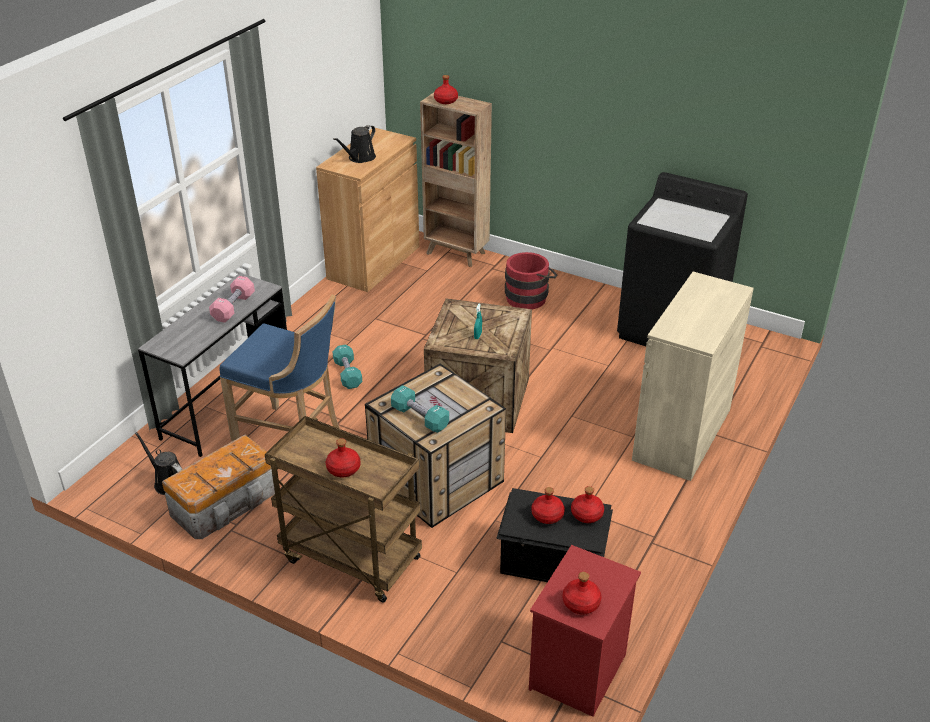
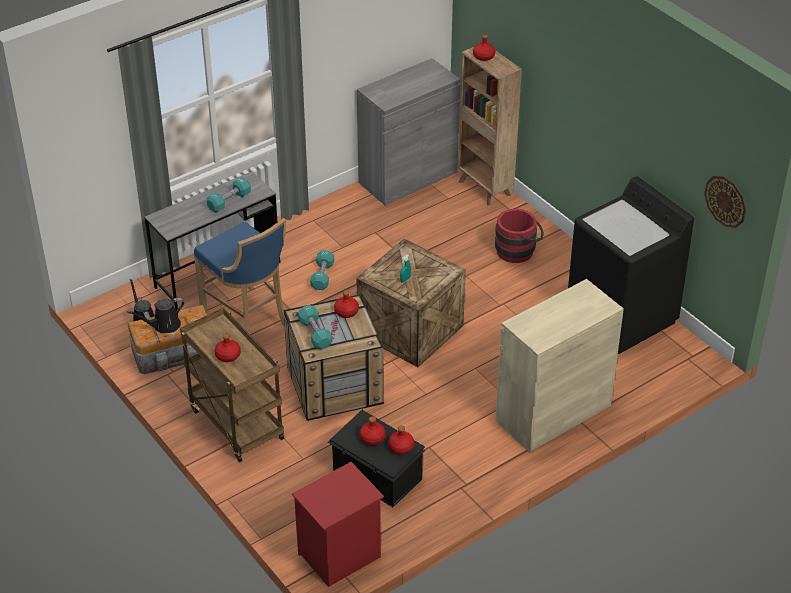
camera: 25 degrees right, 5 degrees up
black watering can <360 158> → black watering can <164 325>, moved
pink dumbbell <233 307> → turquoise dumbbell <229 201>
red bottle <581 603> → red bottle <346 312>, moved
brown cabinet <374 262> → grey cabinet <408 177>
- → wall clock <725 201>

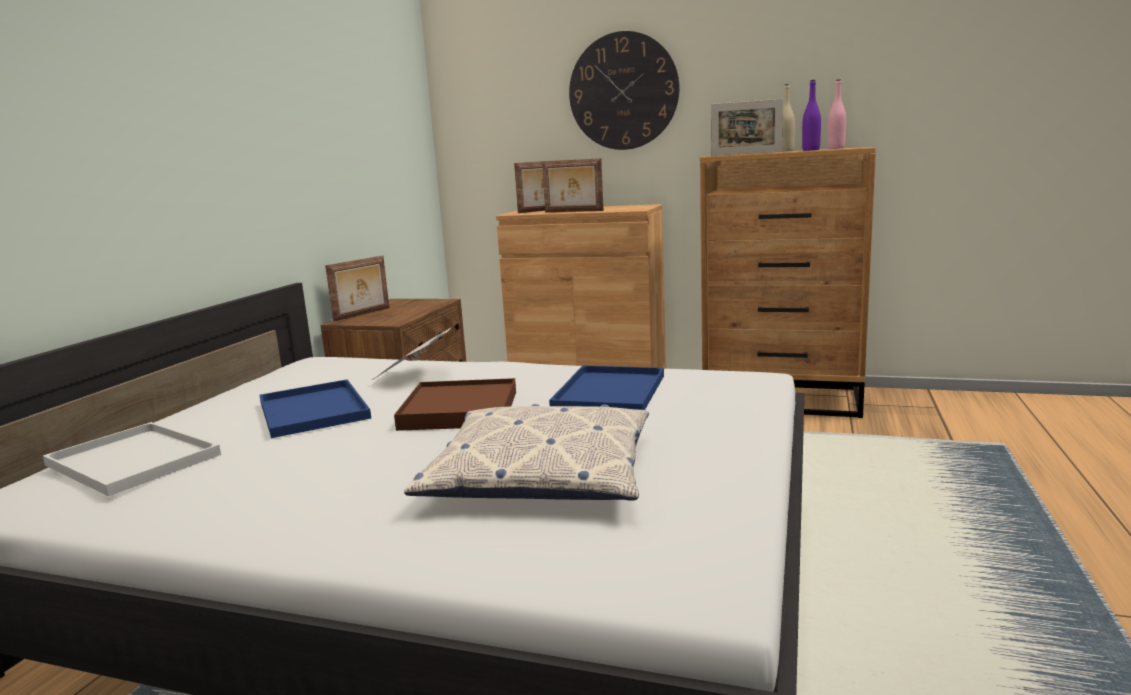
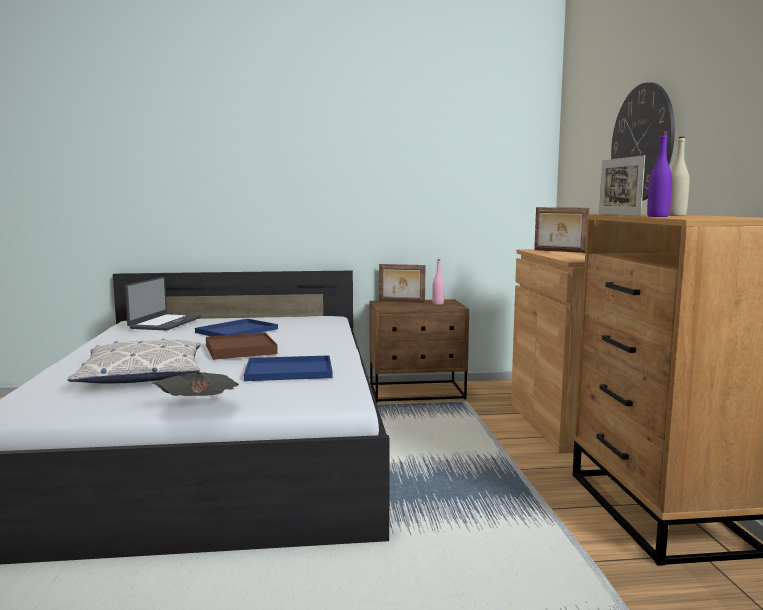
camera: 65 degrees right, 5 degrees down
white tray <130 460> → laptop <164 323>
newspaper <413 376> → newspaper <199 407>, moved
pink bottle <836 148> → pink bottle <438 303>, moved
picture frame <573 211> → -

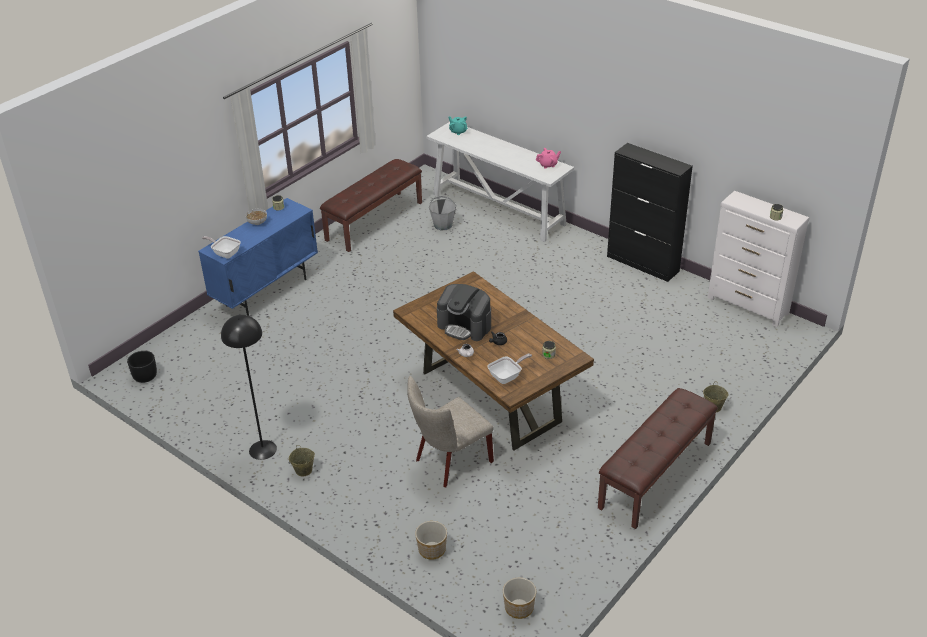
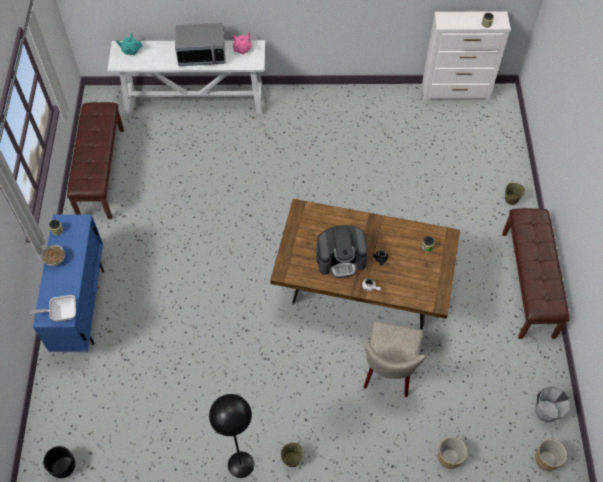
camera: 40 degrees left, 20 degrees up
- → microwave <202 54>
grey bucket <443 225> → grey bucket <546 411>, moved
frying pan <507 376> → -
black cabinet <643 264> → -

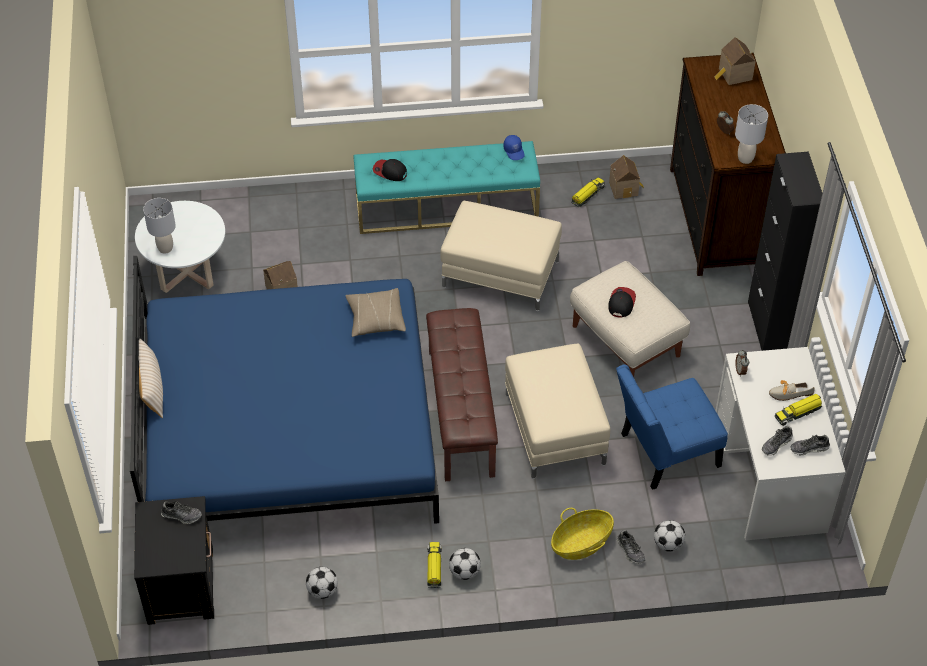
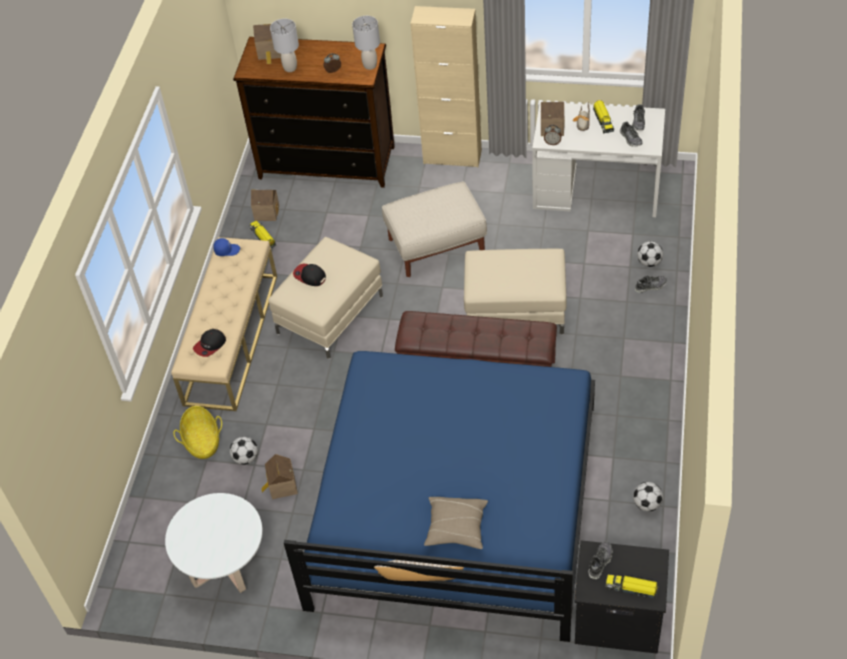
camera: 70 degrees left, 0 degrees up
turquoise bench <447 206> → beige bench <231 338>
basket <581 543> → basket <202 441>, moved
football <464 572> → football <246 458>, moved
grey table lamp <165 248> → grey table lamp <290 68>, moved
cap <621 303> → cap <309 276>, moved
black cabinet <769 326> → beige cabinet <452 157>
beige pillow <375 319> → beige pillow <456 528>, moved
- → toy house <552 127>
toy truck <434 567> → toy truck <632 588>, moved
blue chair <664 452> → -

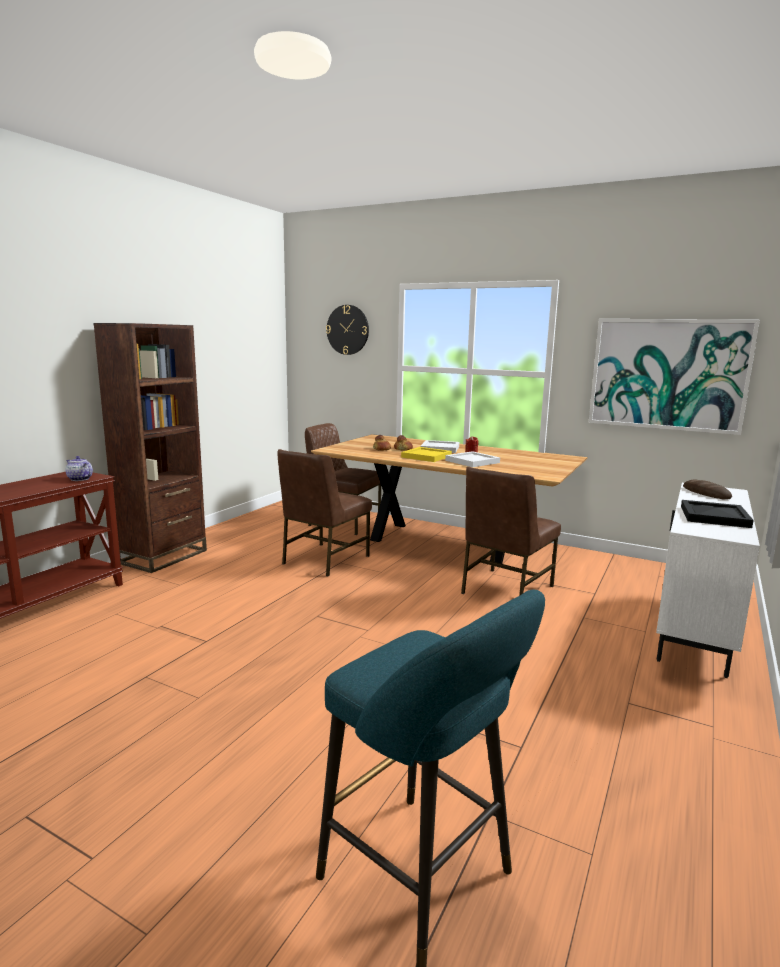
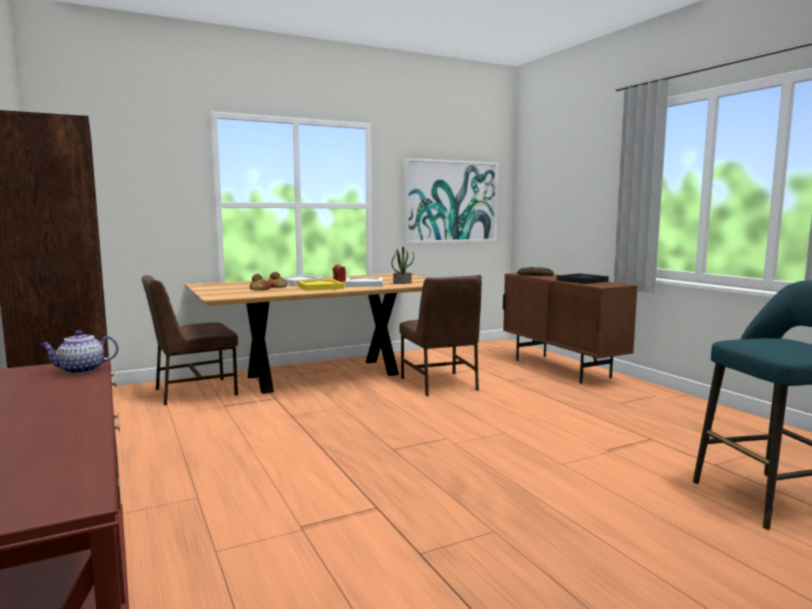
camera: 55 degrees left, 5 degrees down
- → potted plant <402 283>
white cabinet <693 637> → brown cabinet <561 369>
brown chair <324 560> → -
wall clock <347 330> → -

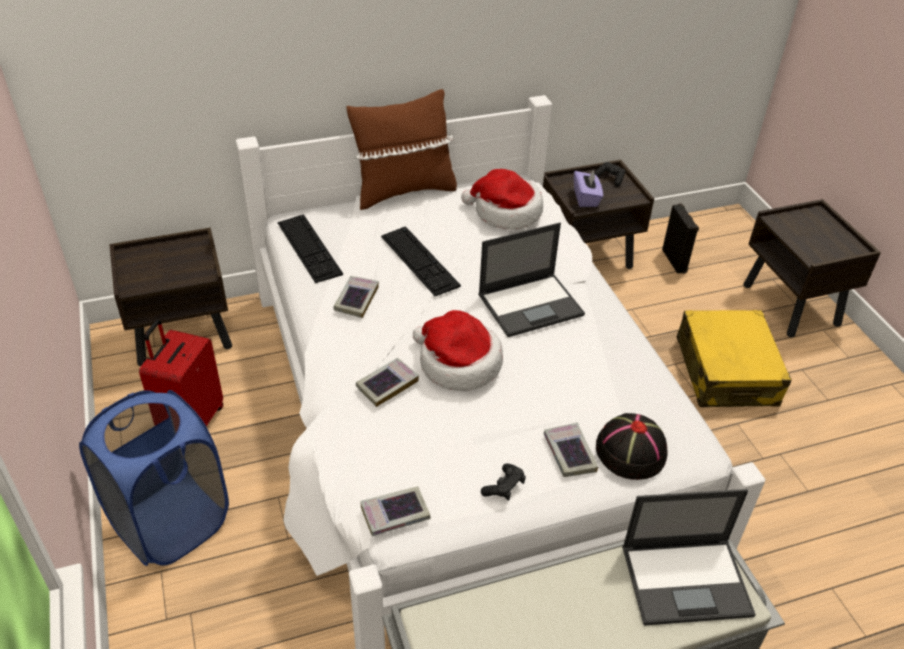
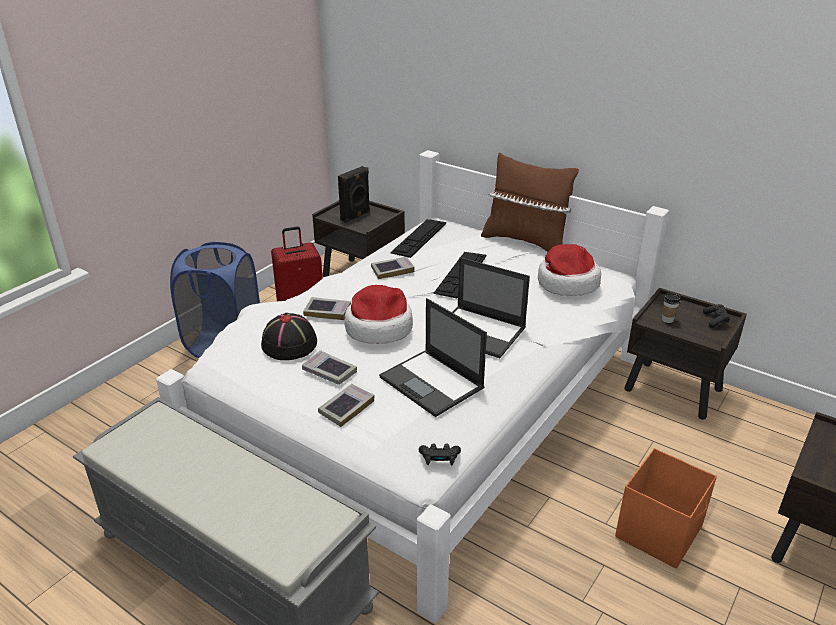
camera: 55 degrees right, 10 degrees down
black hat <630 451> → black hat <290 343>, moved
book <395 514> → book <329 371>, moved
black speaker <675 261> → black speaker <356 216>, moved
laptop <687 580> → laptop <432 383>, moved
black game controller <504 487> → black game controller <439 459>, moved
yellow suitcase <726 371> → orange storage box <659 531>
purple tissue box <586 198> → cup <667 320>

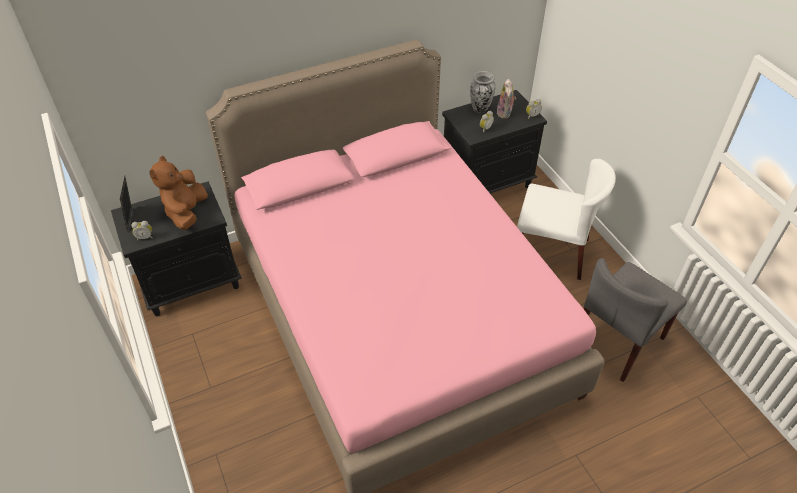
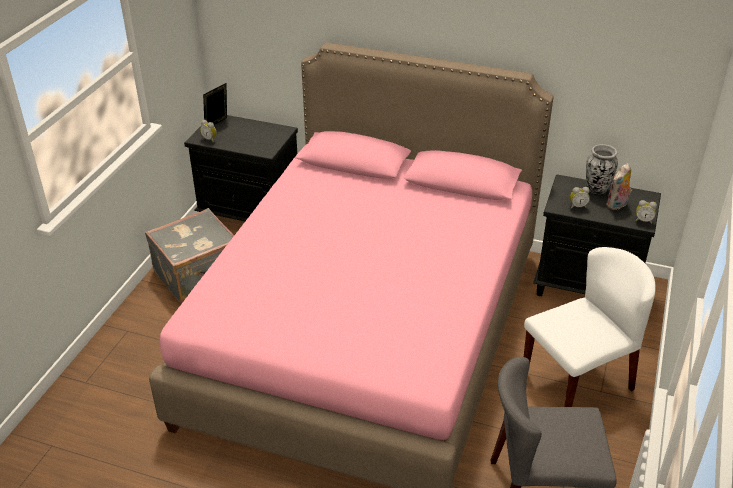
camera: 45 degrees right, 10 degrees down
- → grey suitcase <199 275>
white chair <552 251> → white chair <577 380>, 90 degrees counterclockwise
brown plush toy <186 212> → -

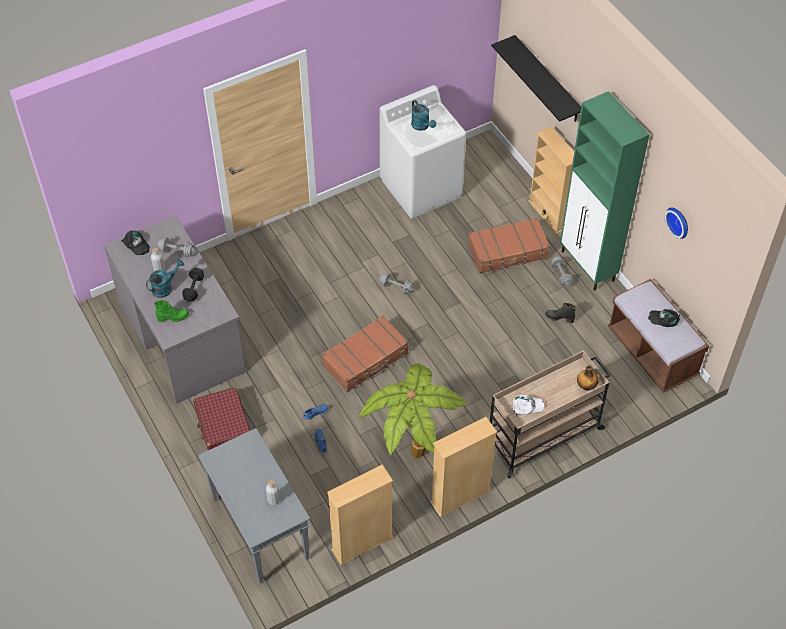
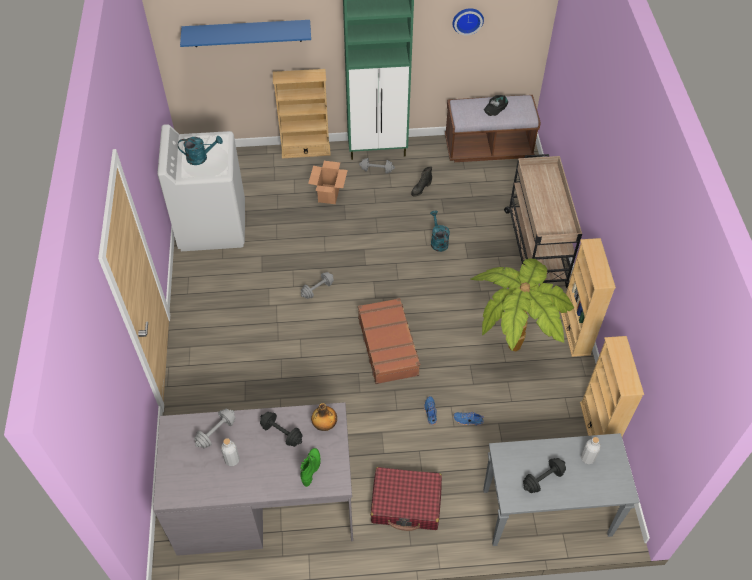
camera: 65 degrees left, 0 degrees up
black shelf <547 80> → blue shelf <247 33>
brown suitcase <508 252> → cardboard box <329 194>
bottle <586 386> → bottle <324 425>, moved
turquoise watering can <165 287> → turquoise watering can <438 241>, moved
- → black dumbbell <543 479>
black cap <136 244> → -
white cap <527 406> → -

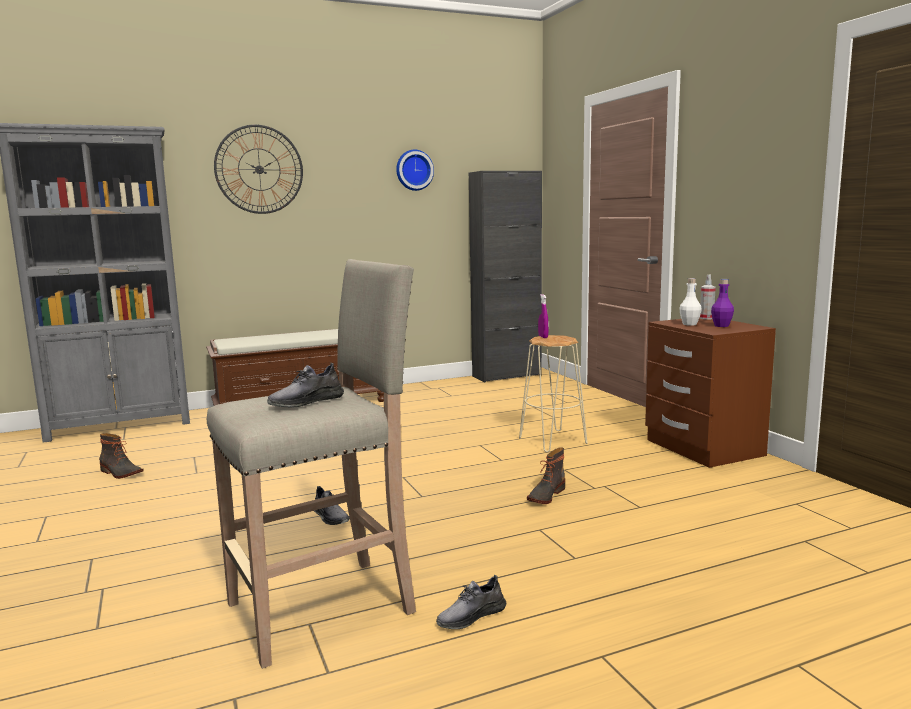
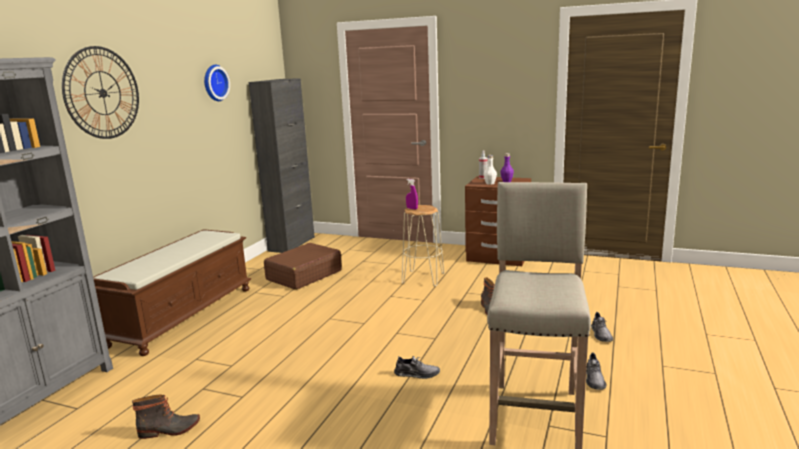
camera: 45 degrees left, 5 degrees up
- → brown suitcase <304 275>
grey shoe <306 402> → grey shoe <601 334>, moved

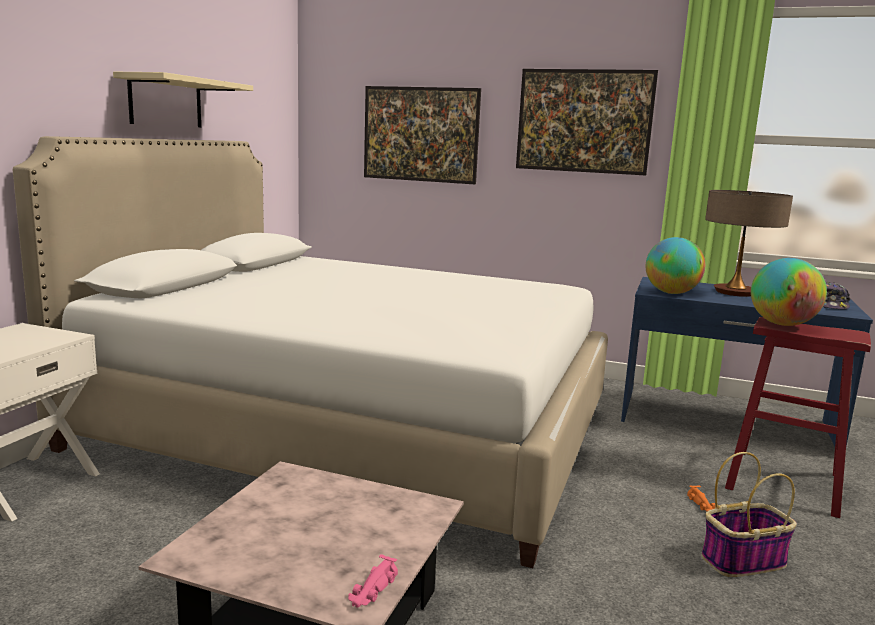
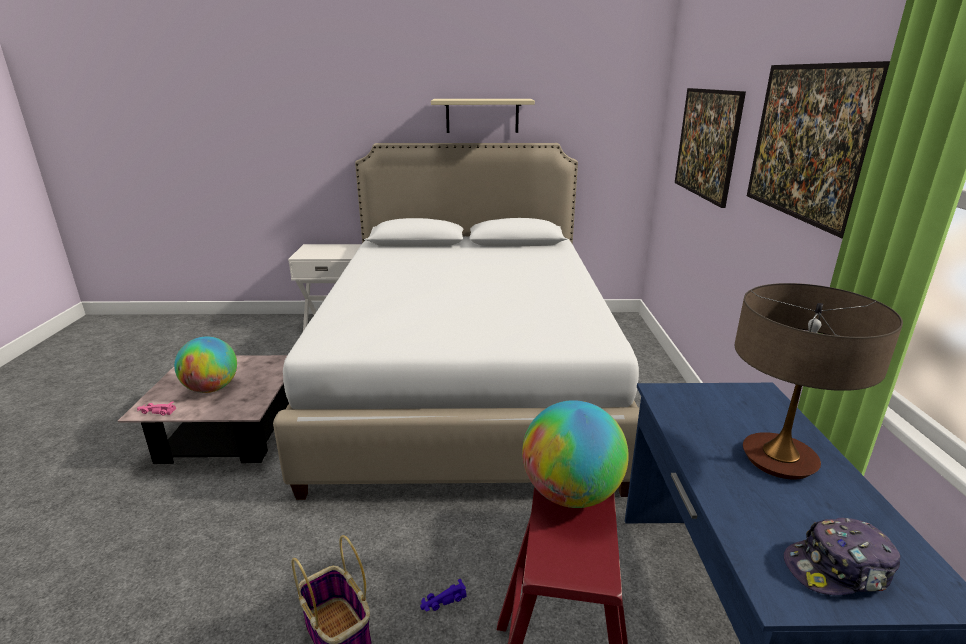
camera: 70 degrees right, 10 degrees up
globe <671 293> → globe <211 389>, moved
orange toy car <702 506> → purple toy car <442 601>

